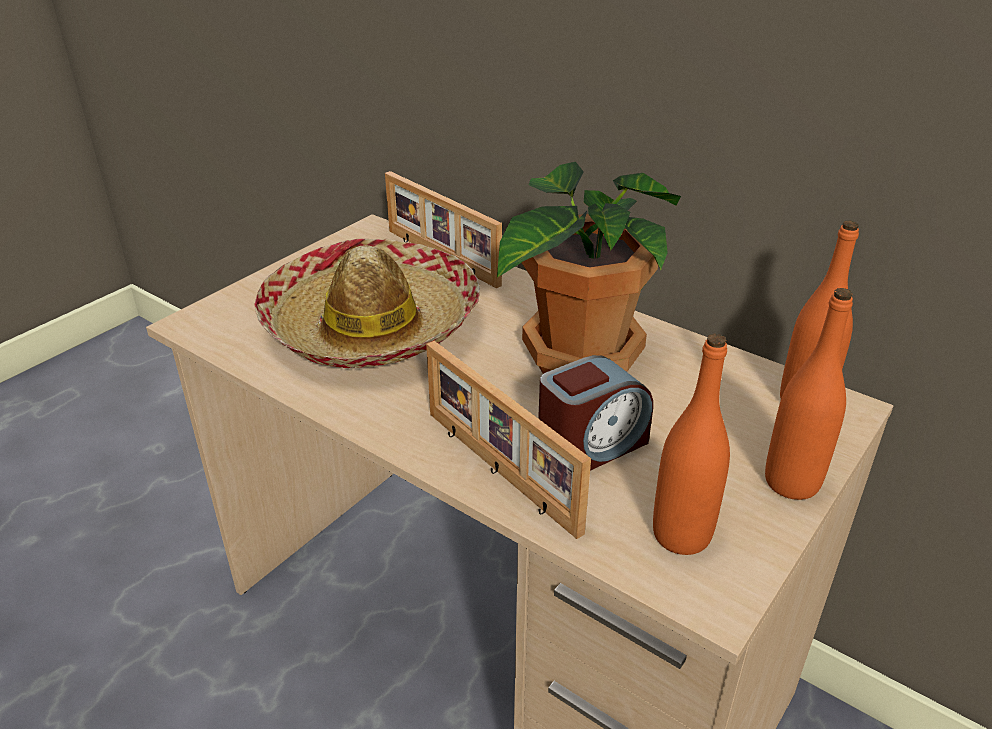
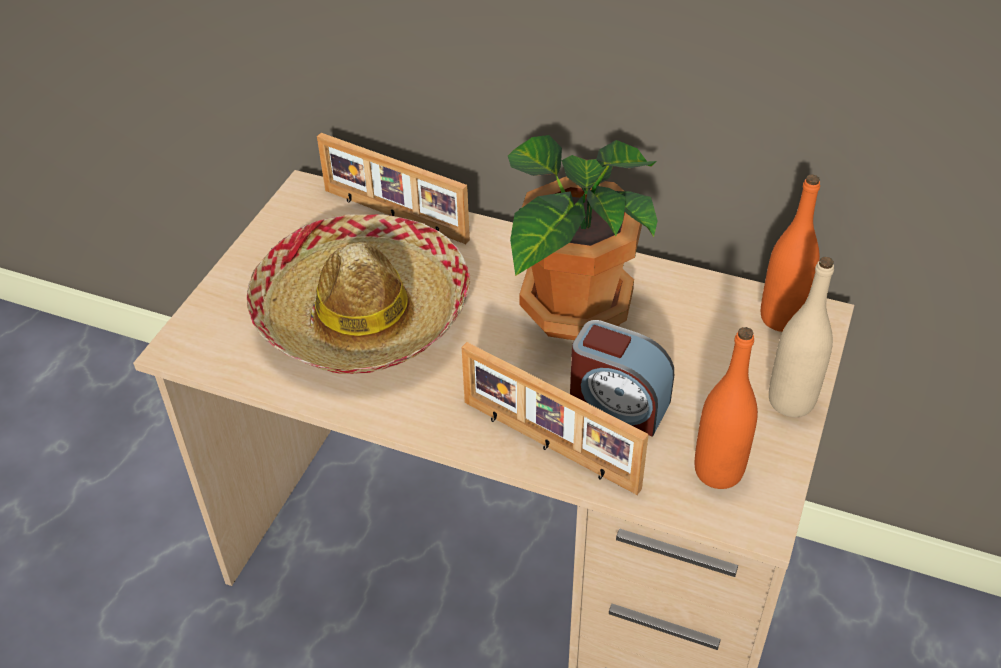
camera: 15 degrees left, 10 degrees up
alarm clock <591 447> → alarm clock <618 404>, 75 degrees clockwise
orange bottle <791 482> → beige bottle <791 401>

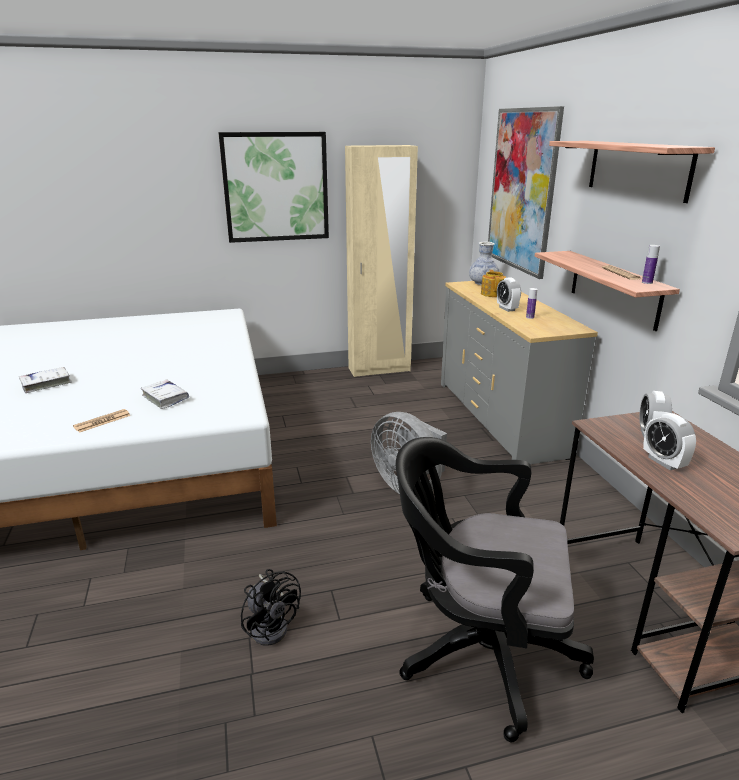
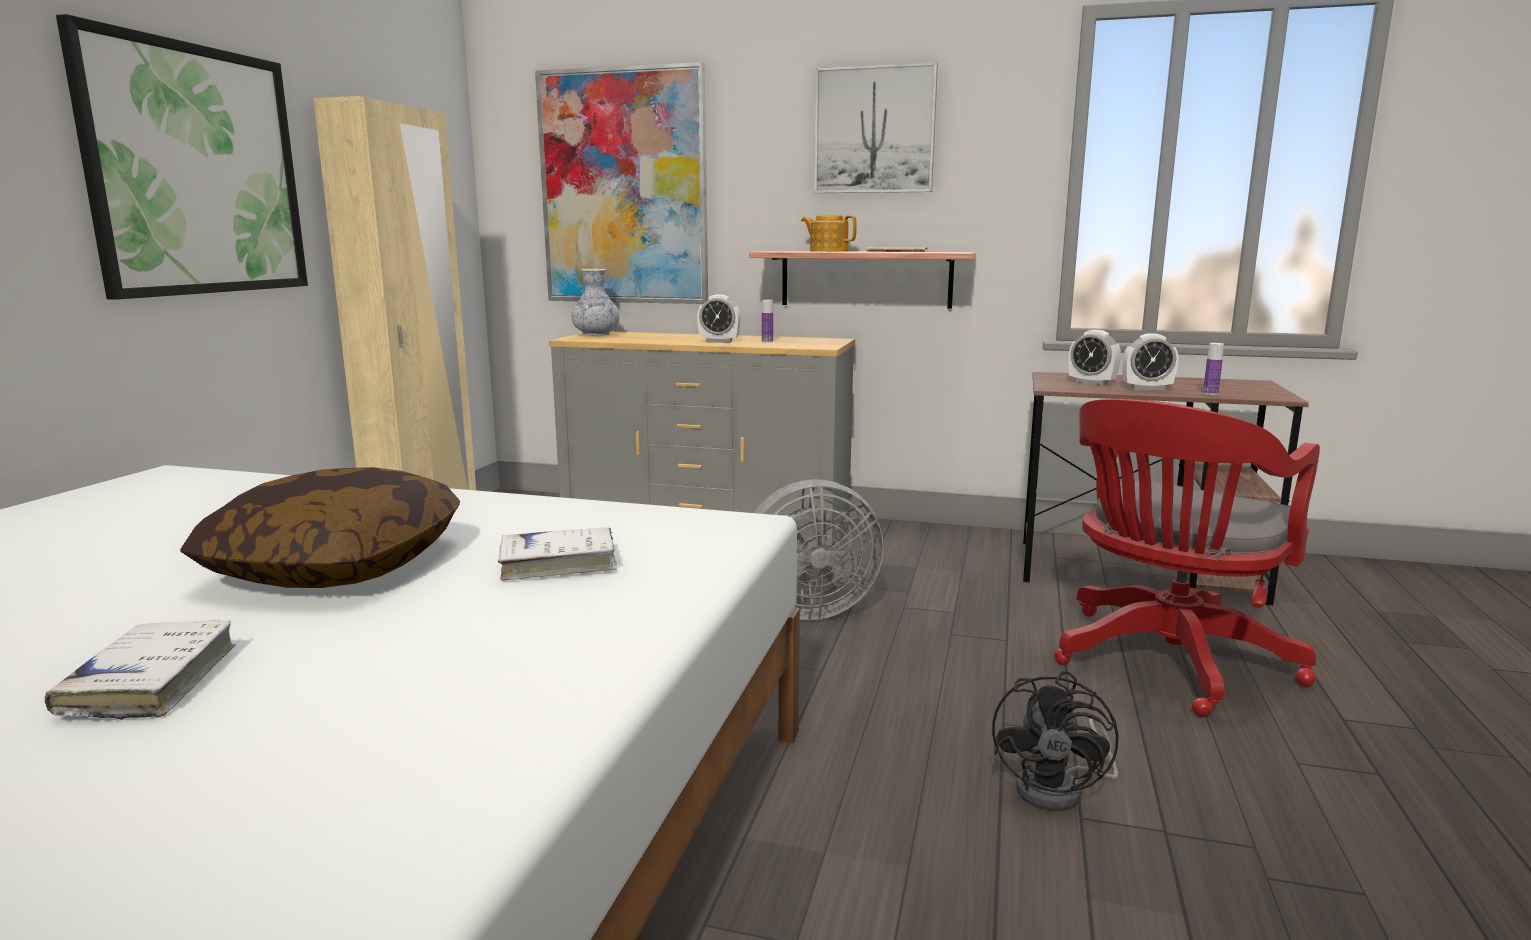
camera: 60 degrees left, 10 degrees down
- → pillow <338 565>
teapot <492 294> → teapot <828 251>, moved
shelf <638 169> → picture <874 130>
black fan <272 625> → black fan <1060 790>, 120 degrees clockwise
black office chair <478 651> → red office chair <1166 663>
bottle <647 282> → bottle <1210 393>, moved
newspaper <102 421> → -

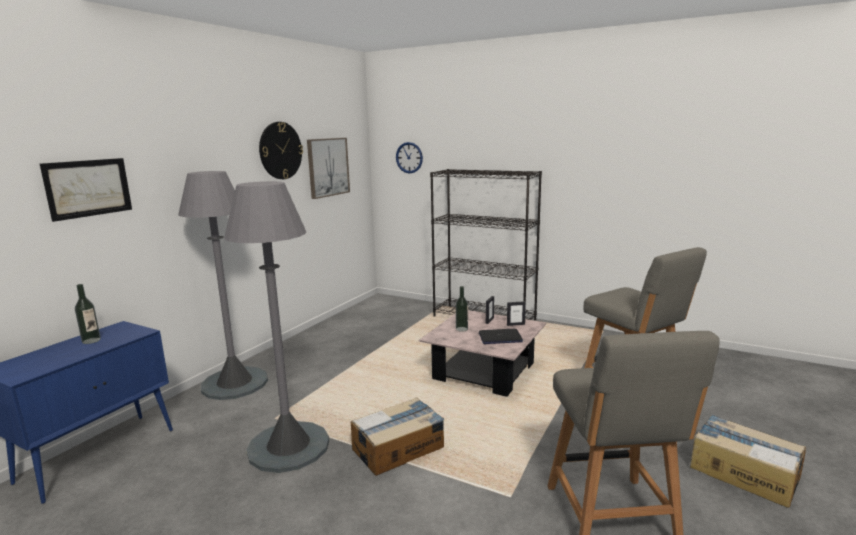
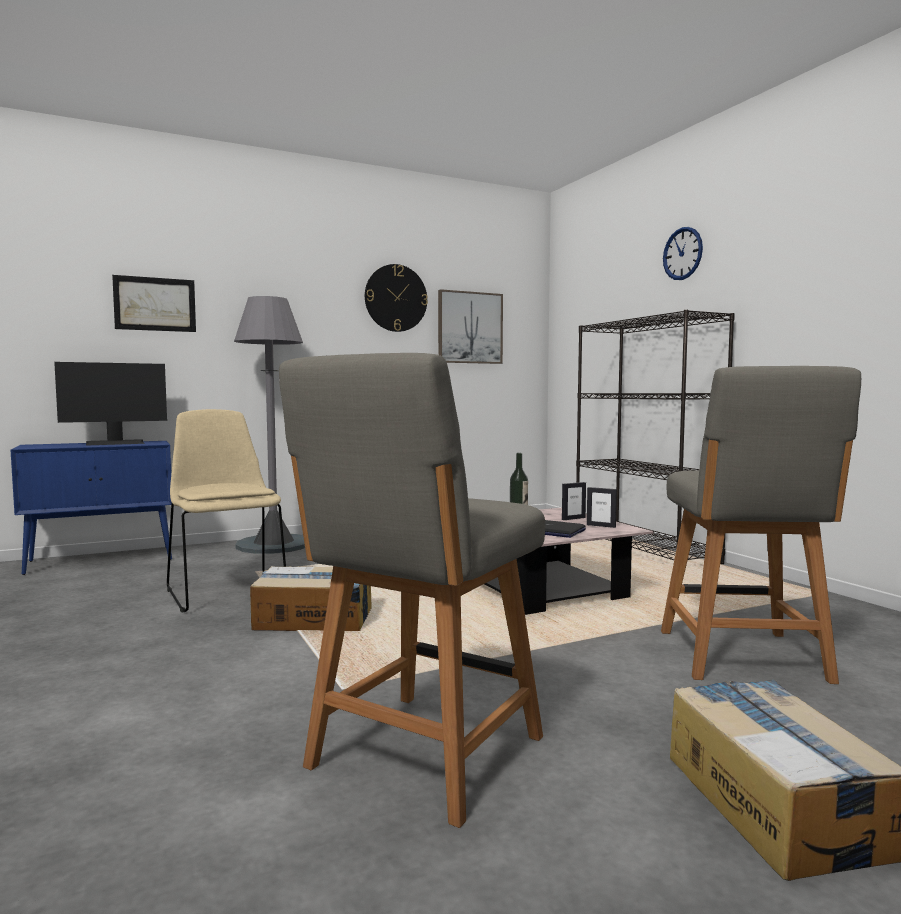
camera: 35 degrees right, 10 degrees down
bottle <91 340> → monitor <115 443>
grey floor lamp <288 447> → beige chair <226 591>
wall clock <409 157> → wall clock <682 253>, moved

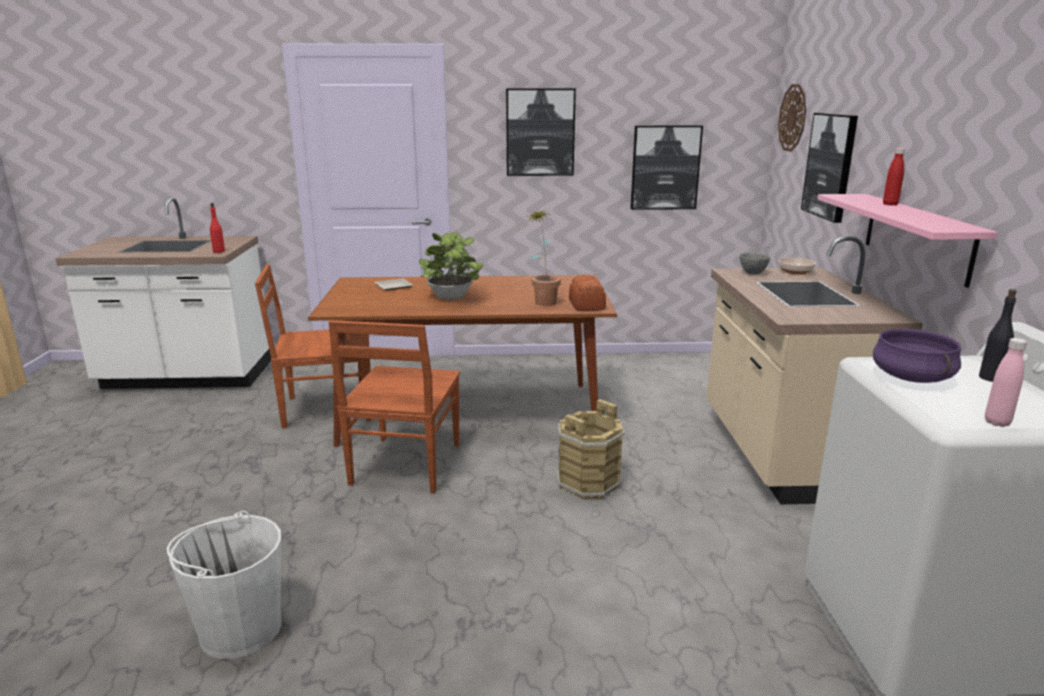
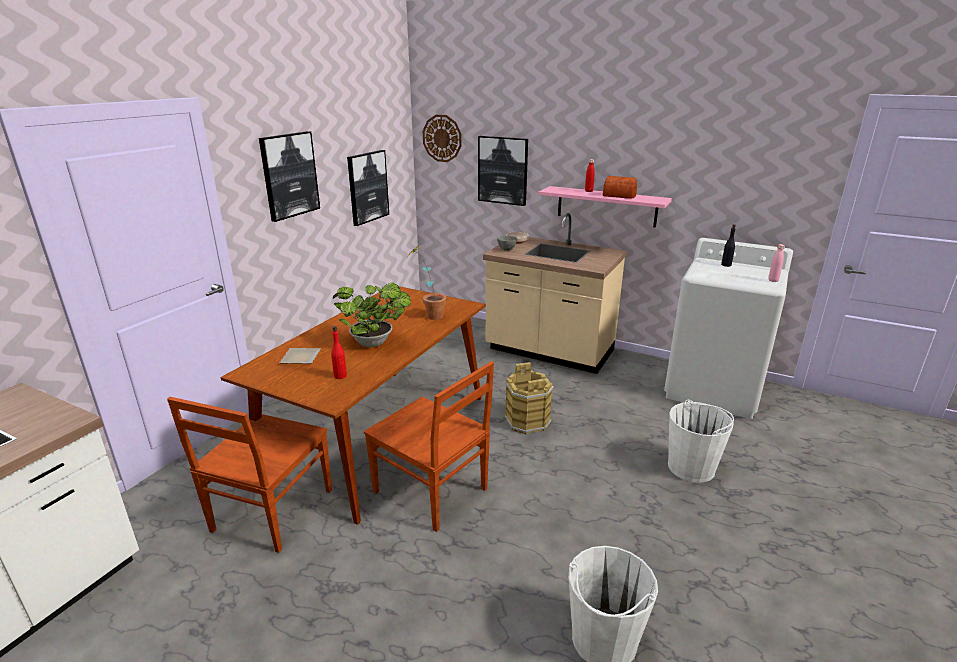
camera: 60 degrees left, 5 degrees up
red bottle <219 251> → red bottle <340 376>, moved
bread <587 304> → bread <618 195>, moved
- → white bucket <691 467>
purple cooking pot <912 377> → -

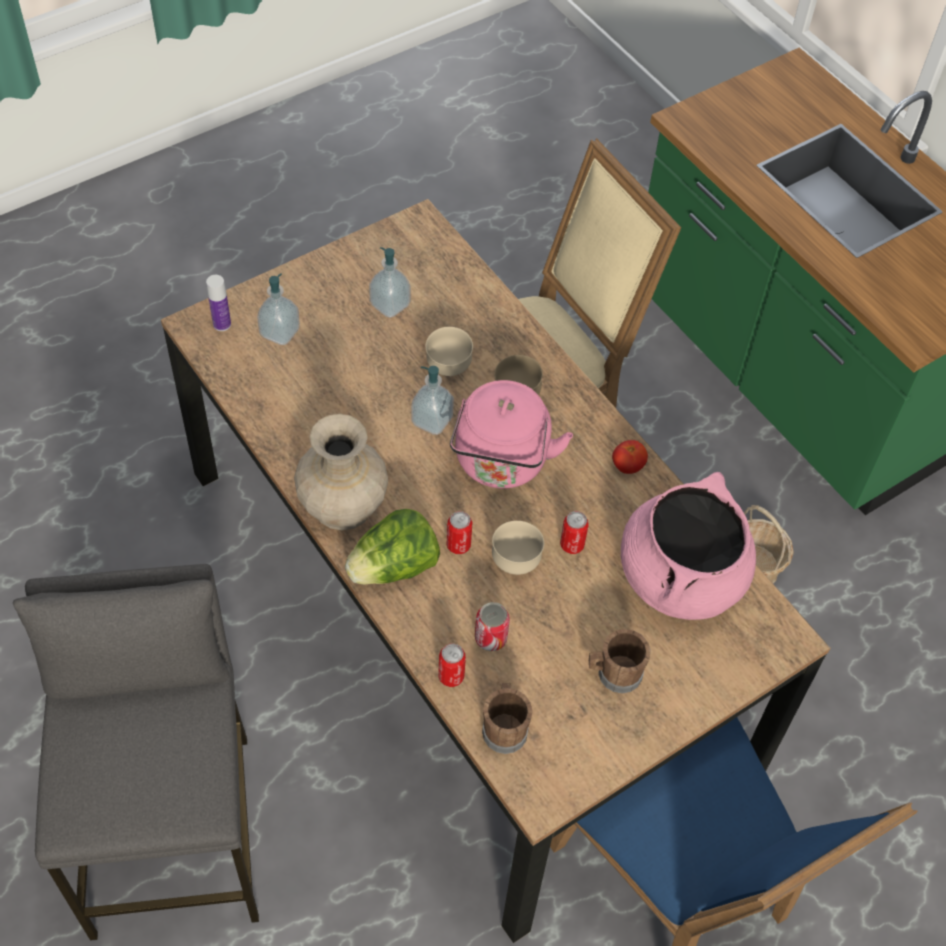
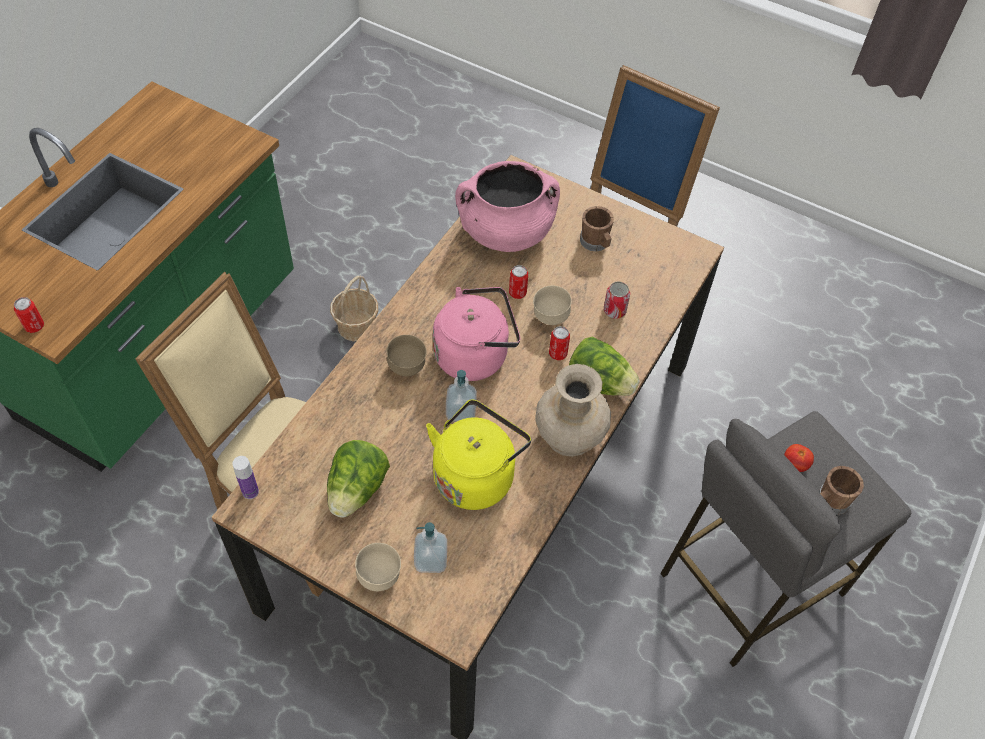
camera: 115 degrees left, 0 degrees up
can <451 676> → can <34 326>, moved
bottle <222 324> → bottle <250 492>, moved
soap dispenser <390 305> → lettuce <357 490>
beige bowl <448 368> → beige bowl <379 577>, moved
- → yellow kettle <476 475>
tomato <627 466> → tomato <795 464>, moved
brown mug <504 727> → brown mug <830 501>, moved

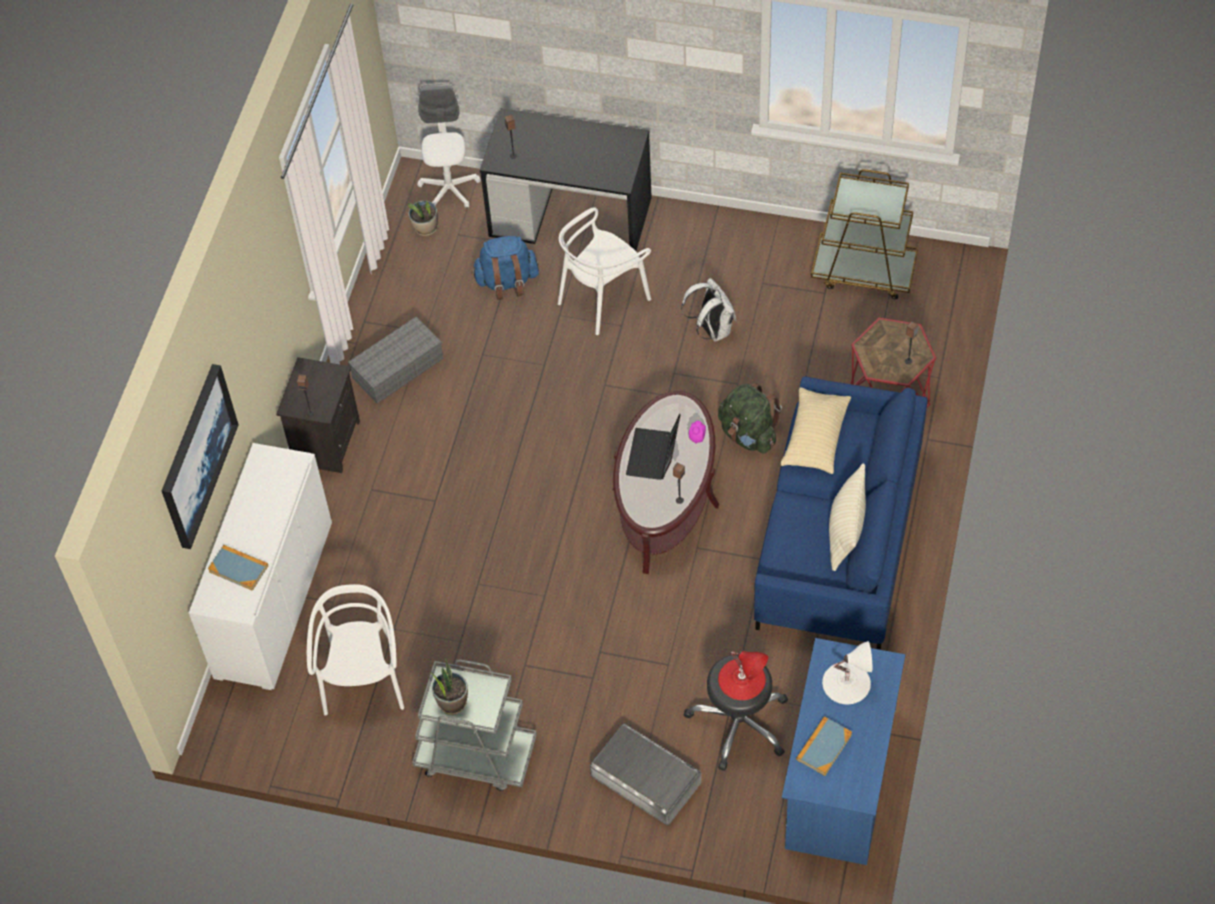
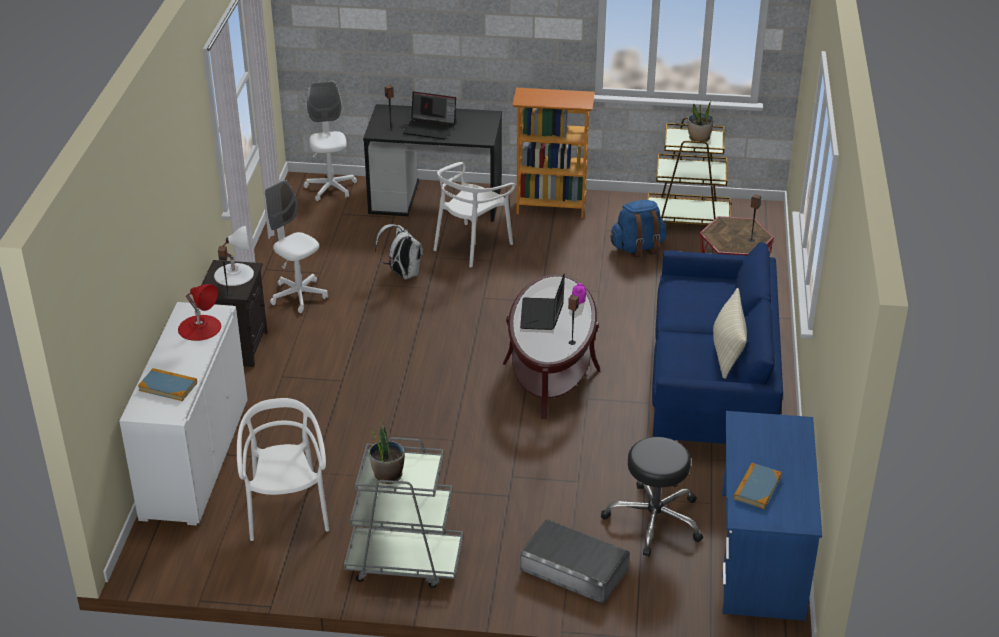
camera: 10 degrees left, 20 degrees down
red table lamp <742 679> → red table lamp <199 327>, moved
white table lamp <846 682> → white table lamp <234 274>, moved
grey storage box <398 367> → white office chair <298 296>
white backpack <712 329> → white backpack <402 274>, moved
- → laptop <430 128>
- → bookcase <551 207>
blue backpack <507 282> → blue backpack <638 248>, moved
potted plant <425 228> → potted plant <699 139>, moved
picture <196 455> → -
green backpack <748 435> → -
beige pillow <815 438> → -

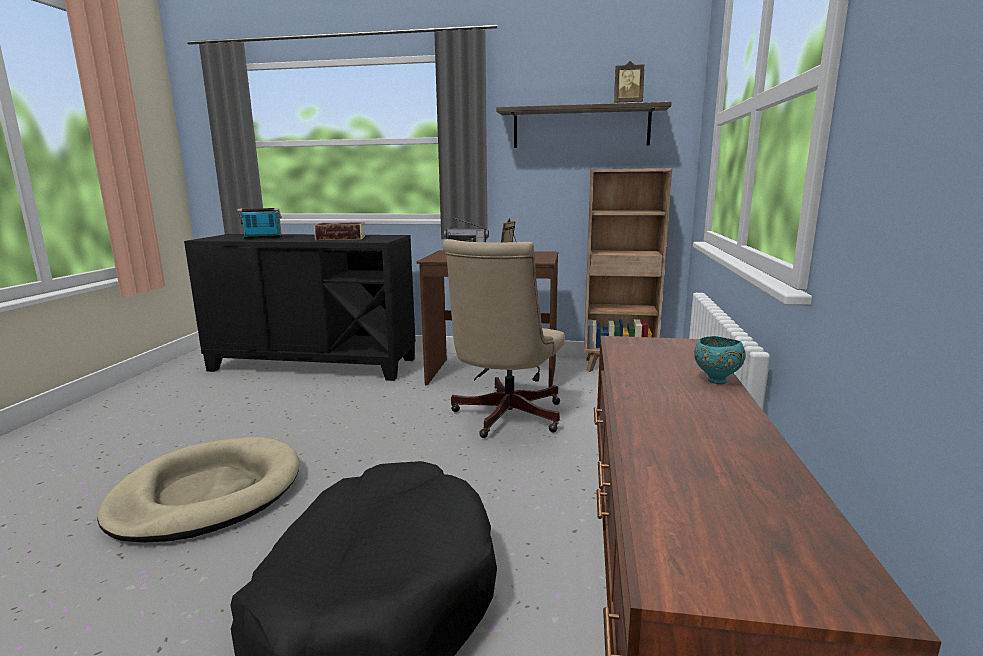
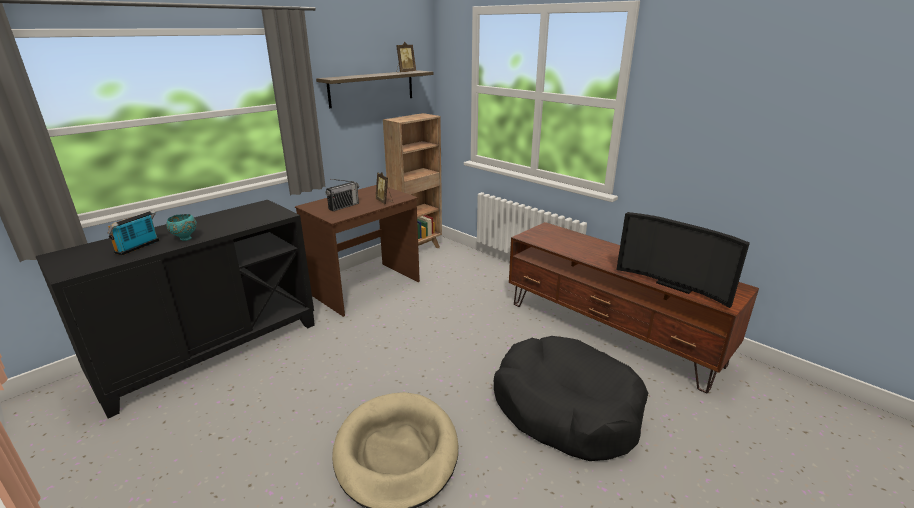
camera: 55 degrees left, 10 degrees up
turquoise bowl <715 381> → turquoise bowl <185 239>, moved
- → television <675 284>
book <340 238> → -
beige office chair <504 418> → -

